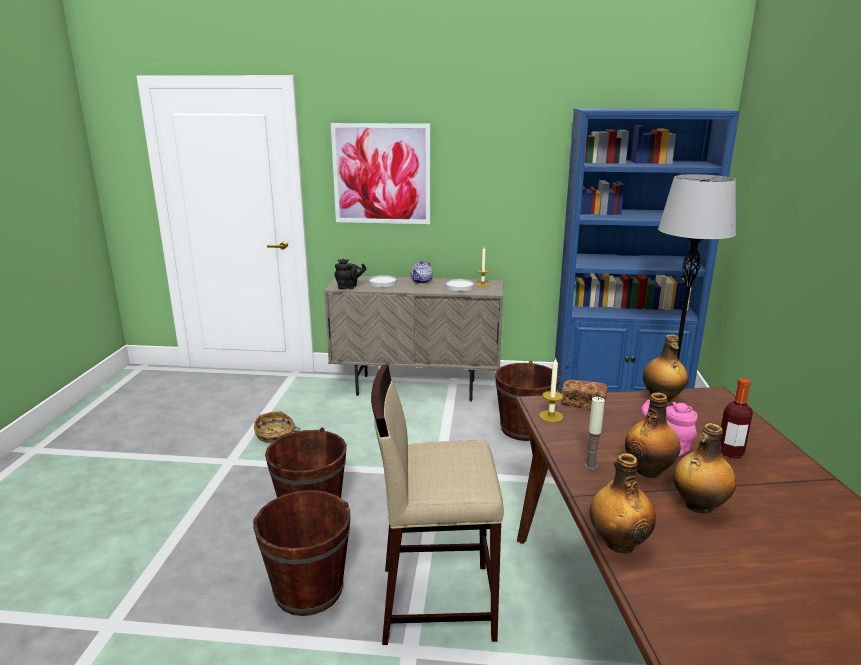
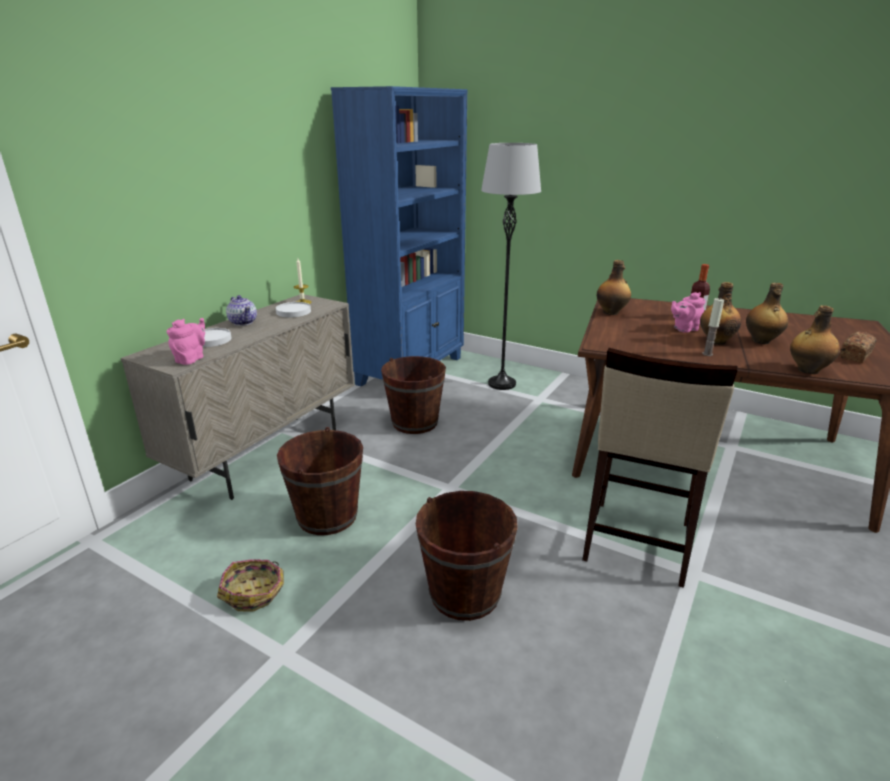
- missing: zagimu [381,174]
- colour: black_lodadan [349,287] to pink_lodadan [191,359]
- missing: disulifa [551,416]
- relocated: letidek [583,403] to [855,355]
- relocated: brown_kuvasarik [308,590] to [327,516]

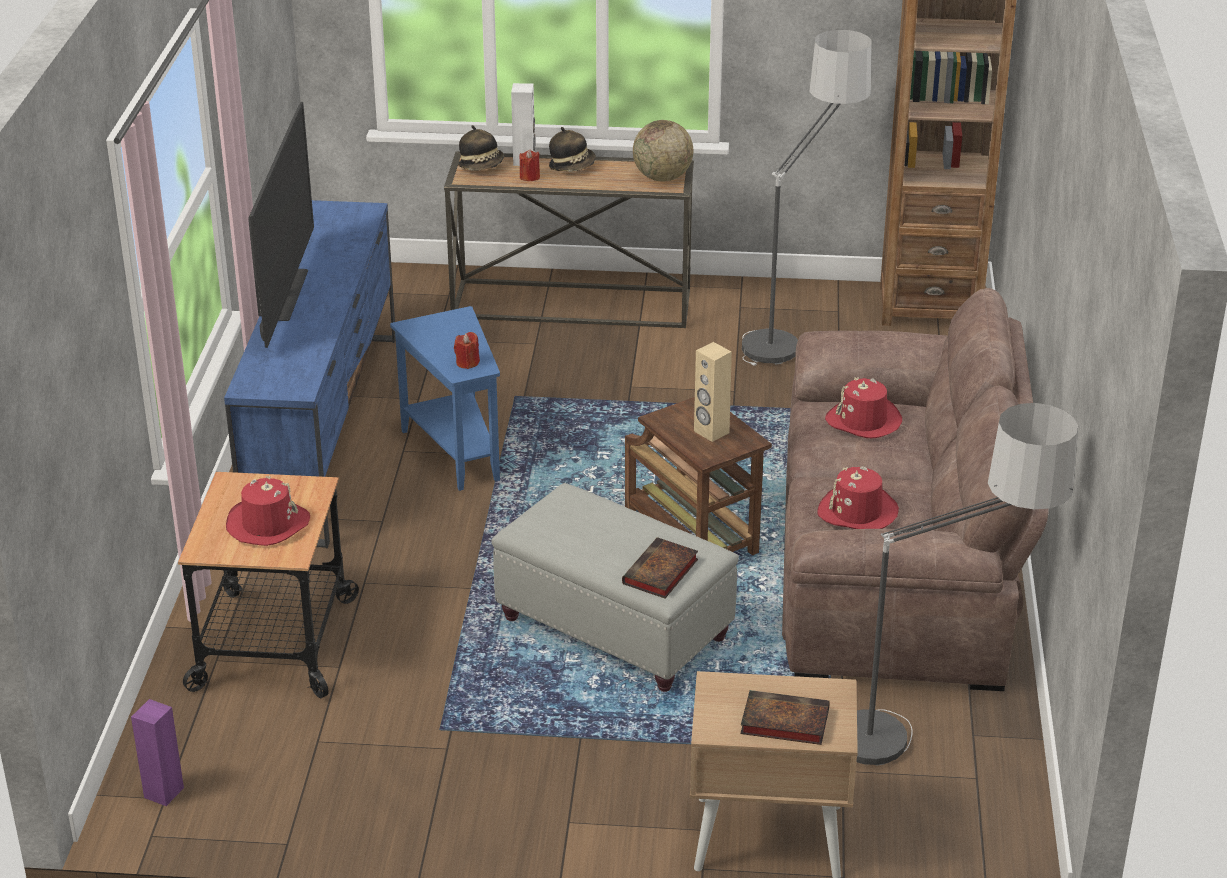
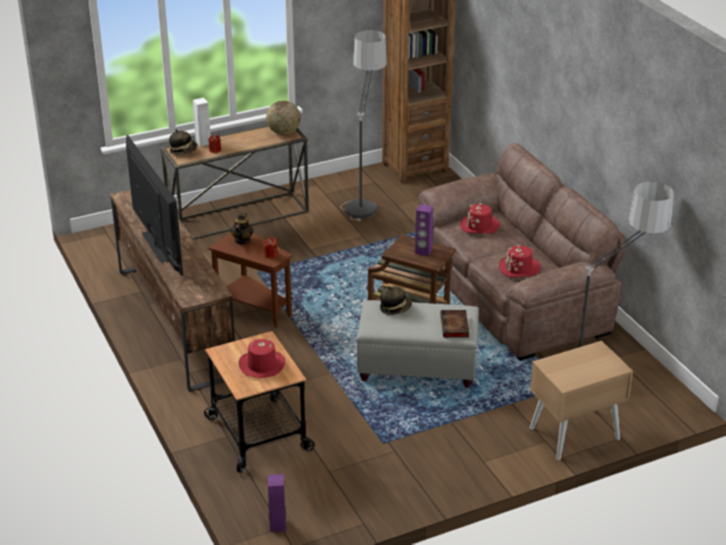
- relocated: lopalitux [572,166] to [395,308]
- colour: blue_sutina [325,432] to brown_sutina [175,321]
- colour: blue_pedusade [455,450] to brown_pedusade [253,308]
- colour: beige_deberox [711,432] to purple_deberox [423,252]
- missing: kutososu [782,722]
- appeared: lodadan [242,240]

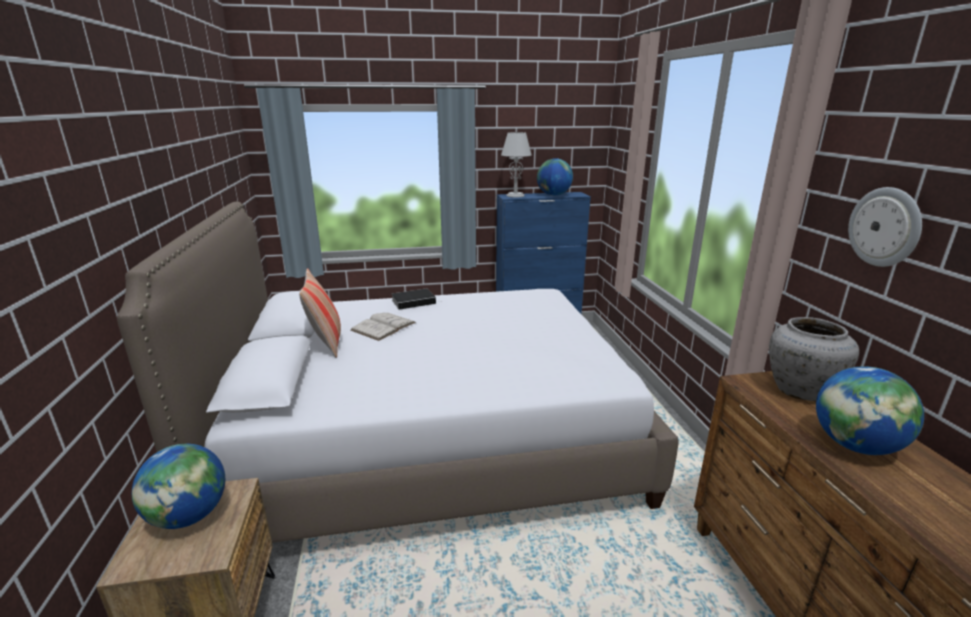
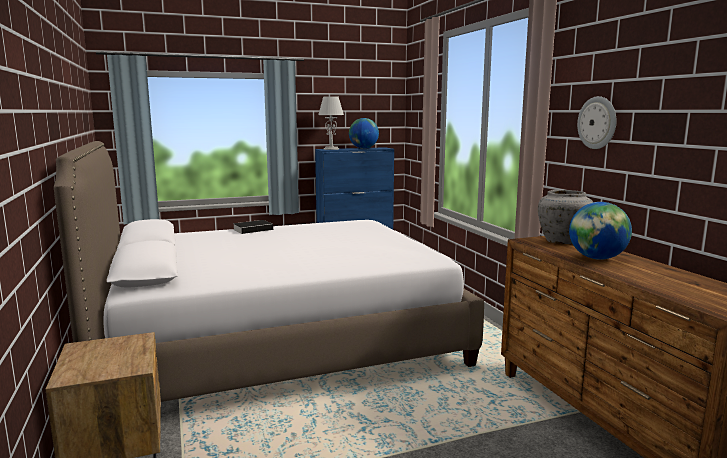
- missing: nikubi [326,342]
- missing: white_kutososu [383,326]
- missing: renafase [189,516]

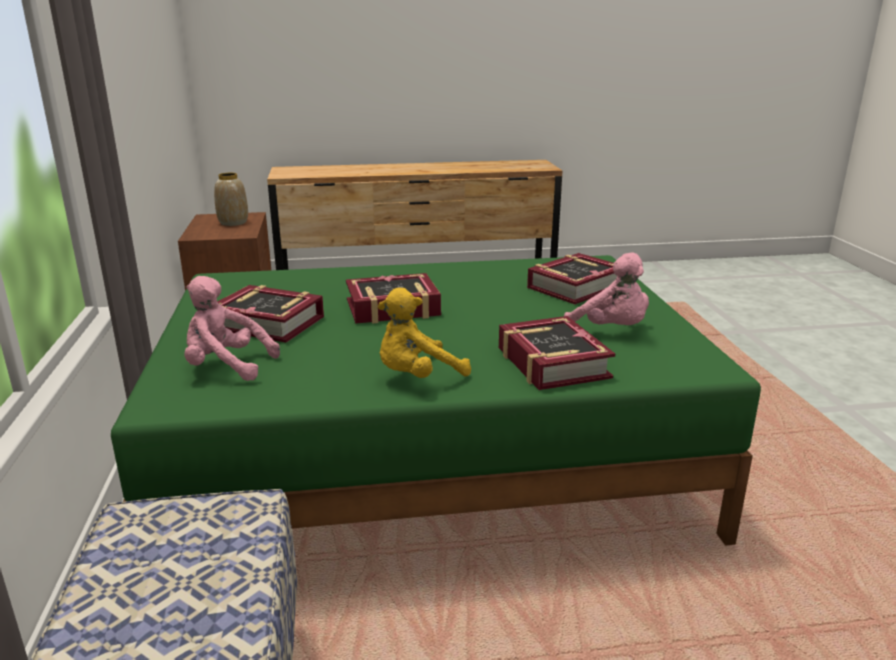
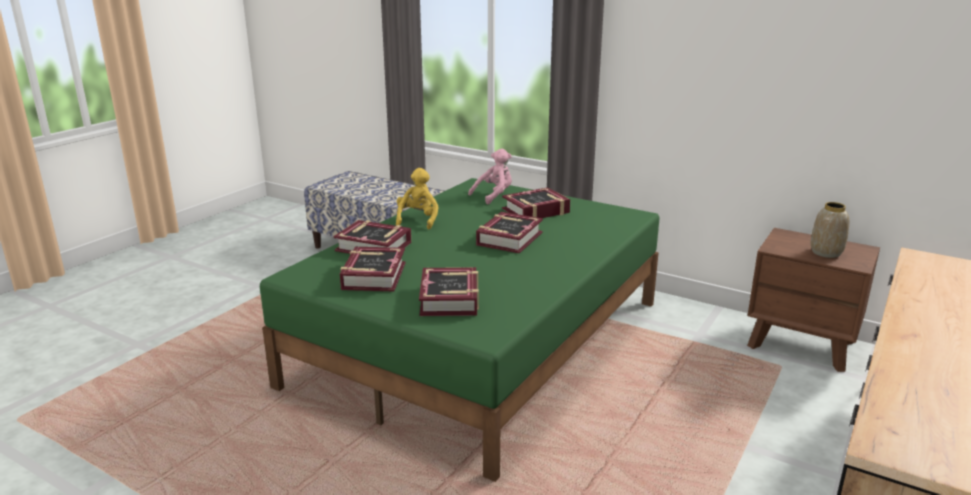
- exchanged: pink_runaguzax [611,330] to kutososu [373,276]

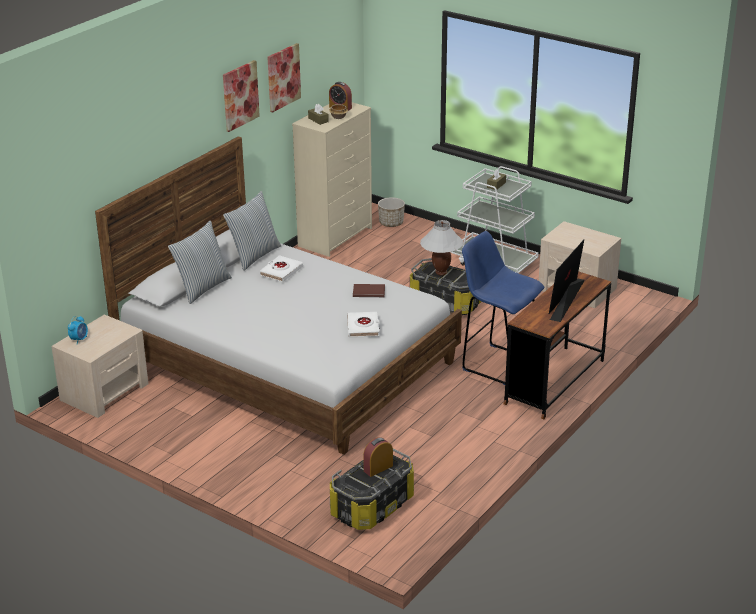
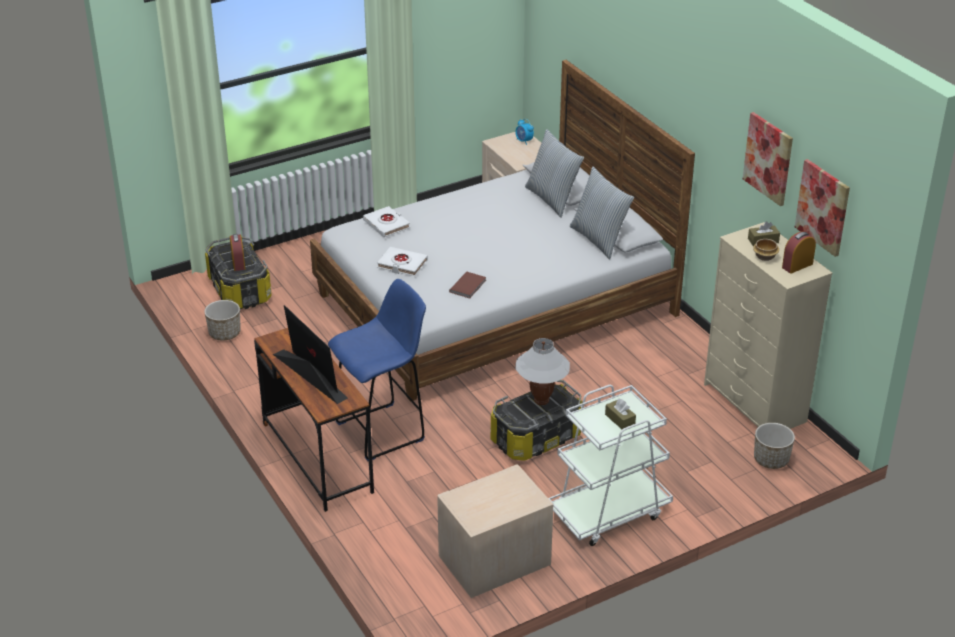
- relocated: zagimu [240,95] to [823,207]
- relocated: white_kutososu [281,271] to [386,224]
- appeared: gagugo [224,333]

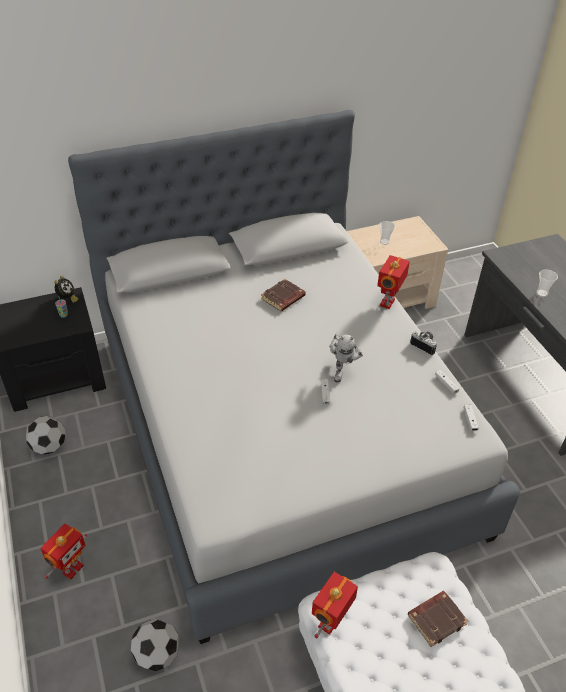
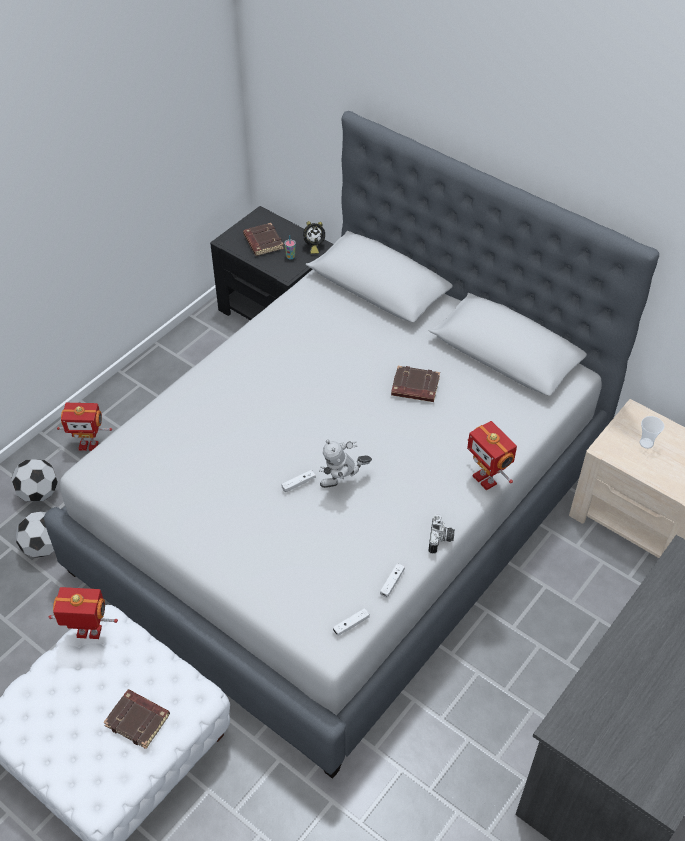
- spun: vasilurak [388,303] = [486,479] 120 degrees counterclockwise
- missing: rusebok [542,293]
- relocated: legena [49,447] to [39,493]
- appeared: brown_kutososu [262,242]

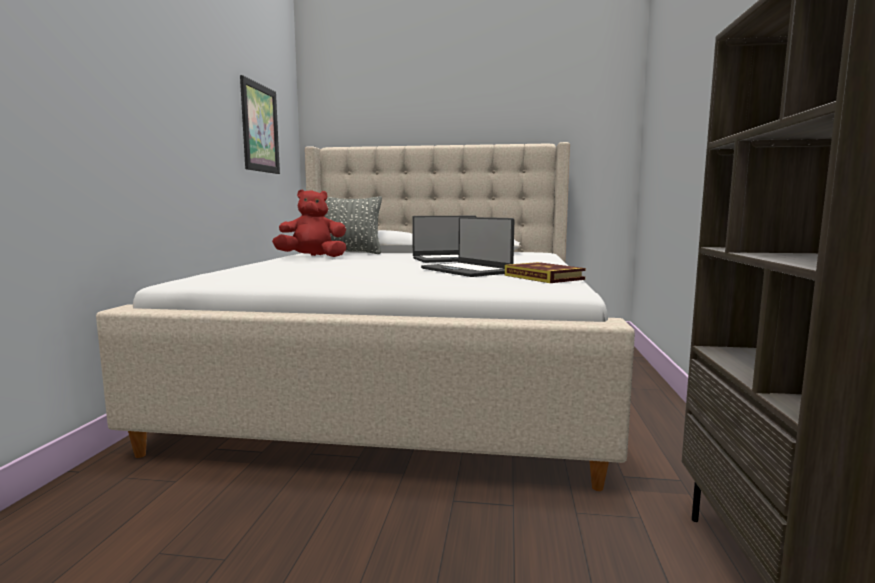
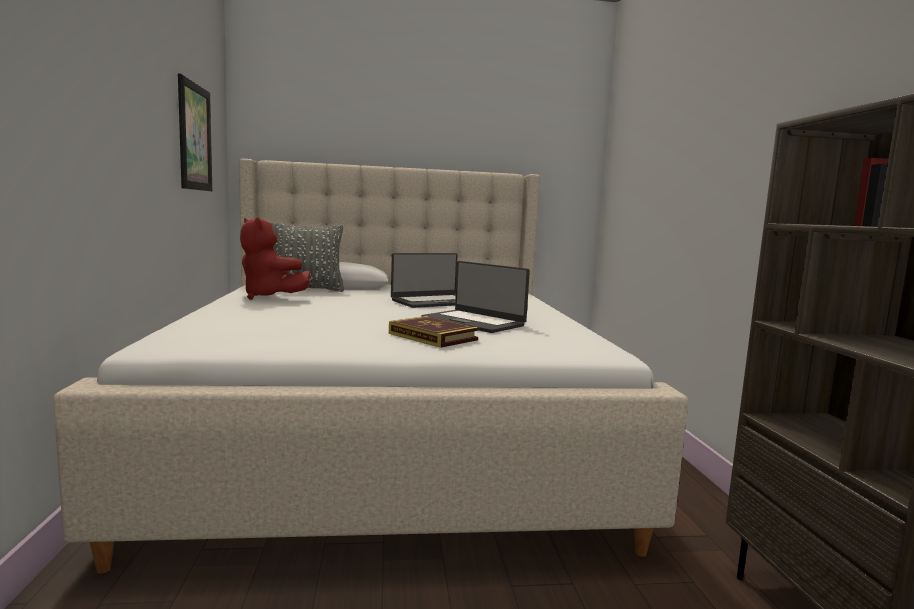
- spun: red_runaguzax [312,257] = [269,297] 120 degrees counterclockwise
- relocated: kutososu [543,277] to [432,336]

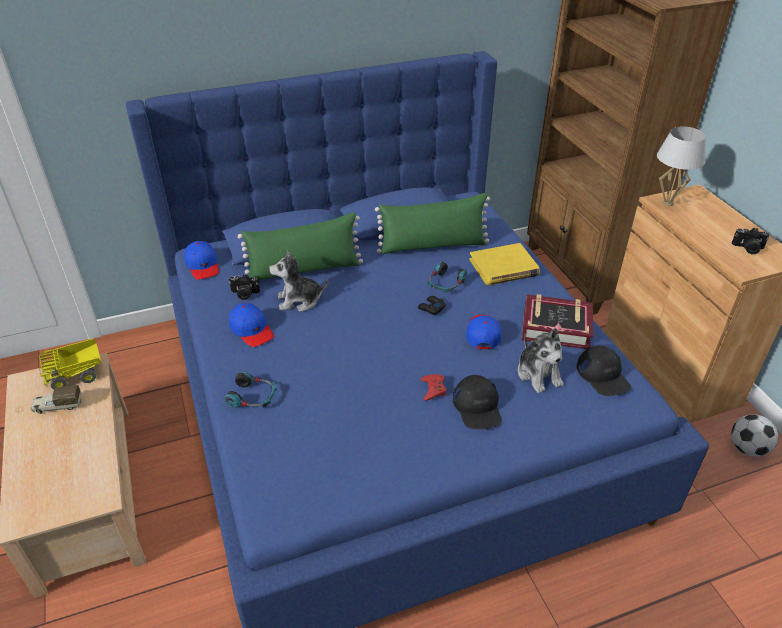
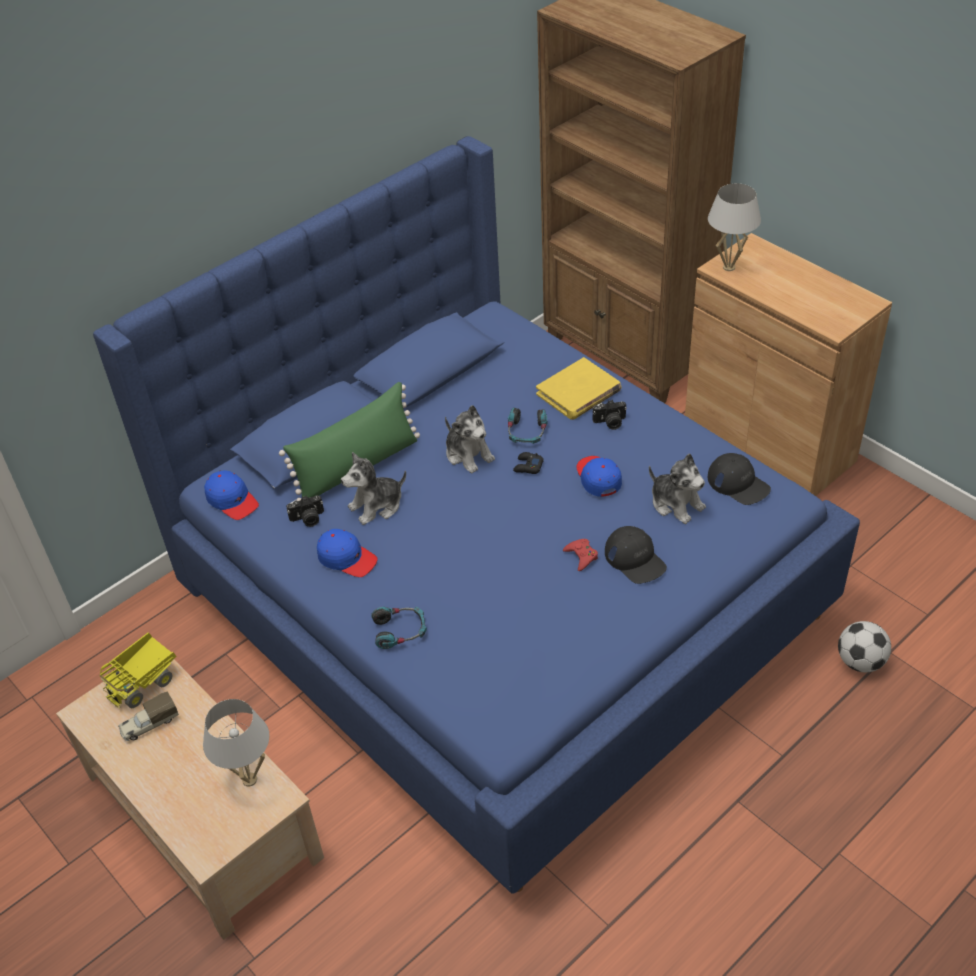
- missing: green_nikubi [433,245]
- relocated: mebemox [748,248] to [610,423]
- missing: kutososu [556,327]
- relocated: legena [748,448] to [860,662]
- appeared: runaguzax [468,454]
- appeared: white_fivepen [250,779]

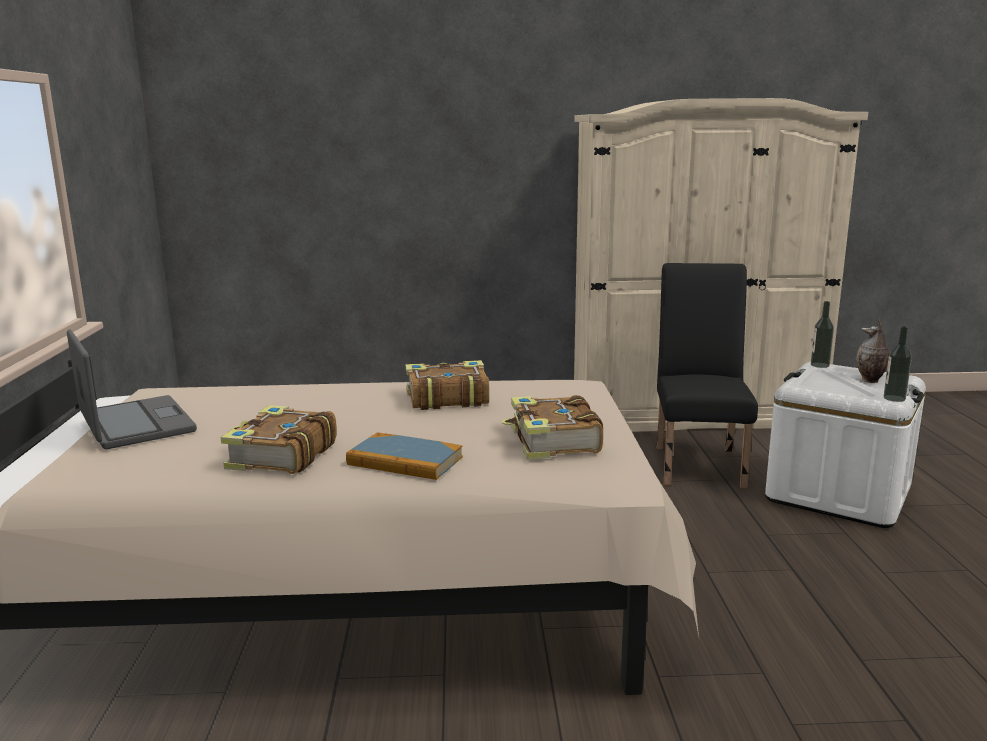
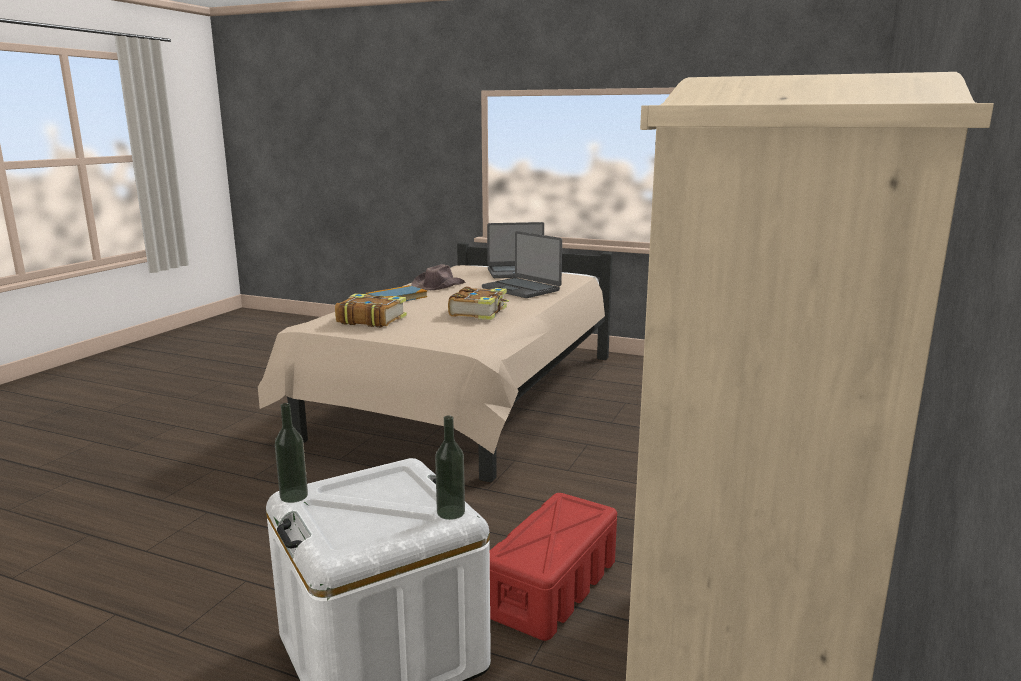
- exchanged: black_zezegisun [699,462] to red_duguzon [551,588]
- missing: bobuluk [870,380]
- exchanged: kutososu [281,456] to brown_lopalitux [438,285]
- appeared: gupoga [521,289]

